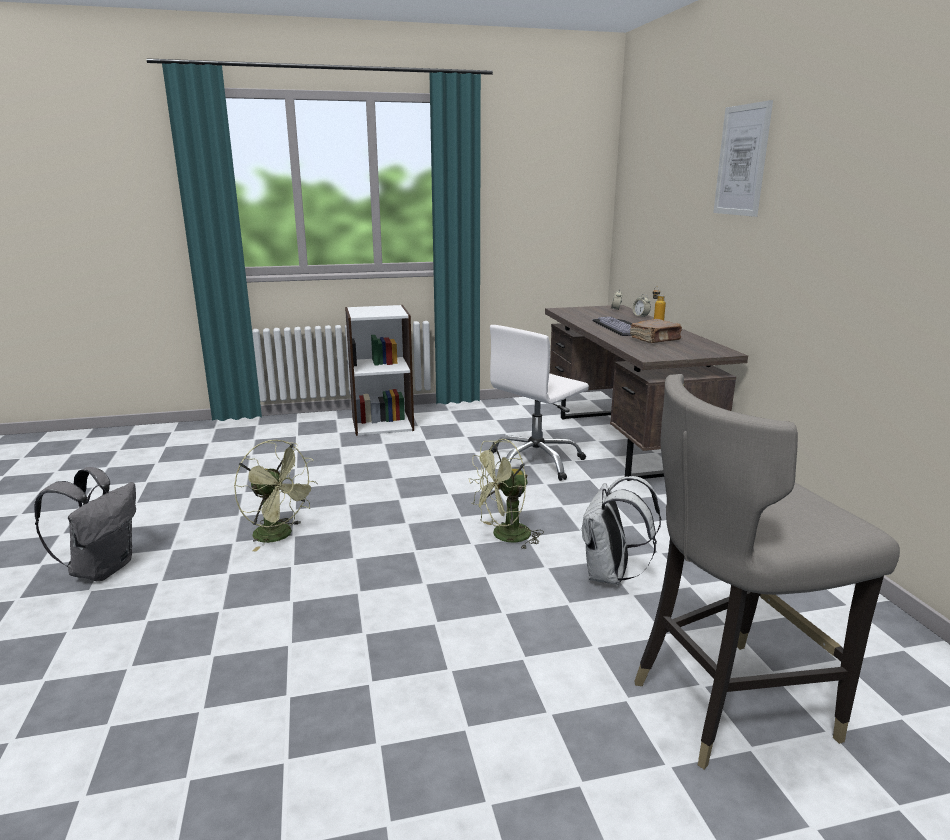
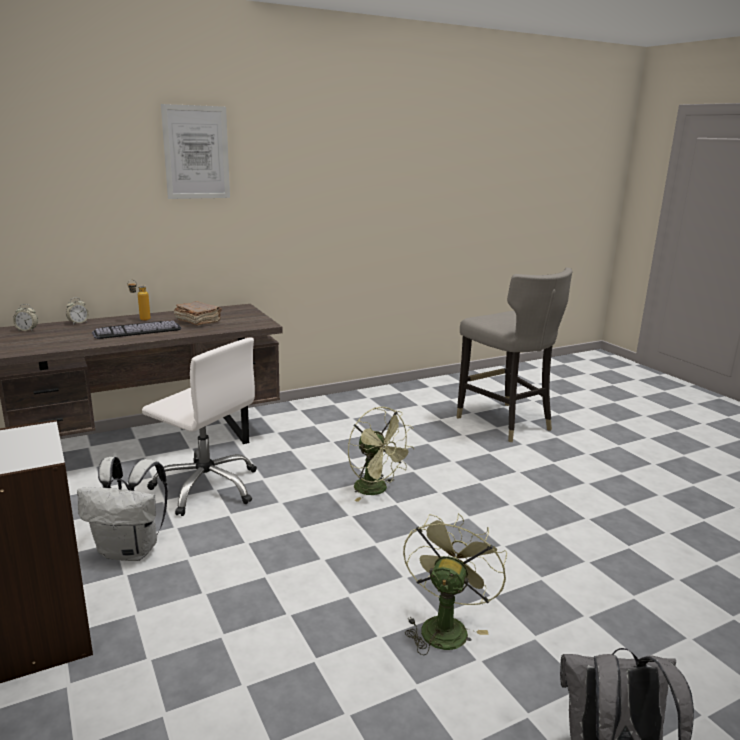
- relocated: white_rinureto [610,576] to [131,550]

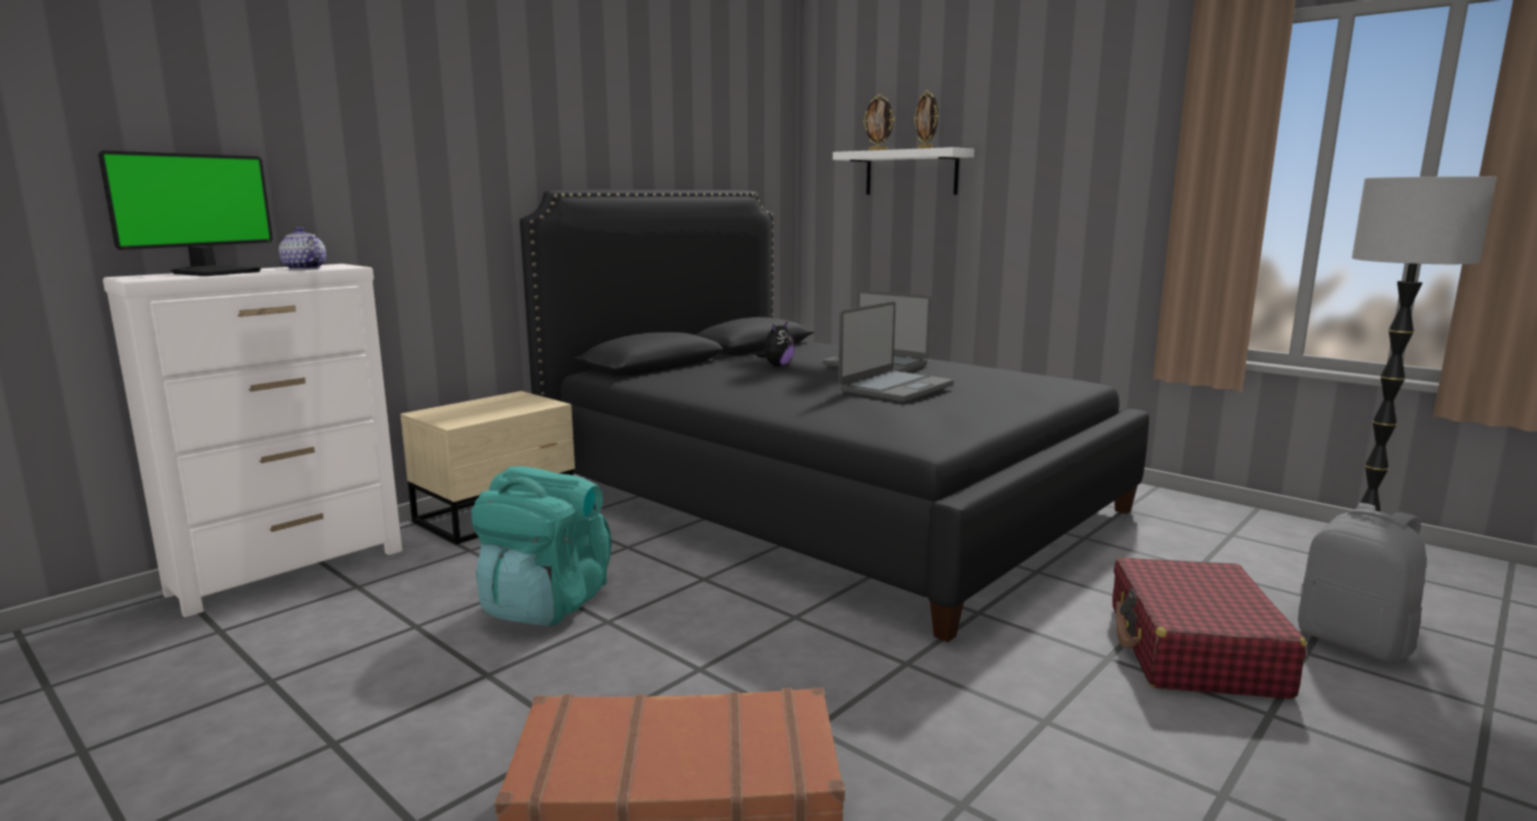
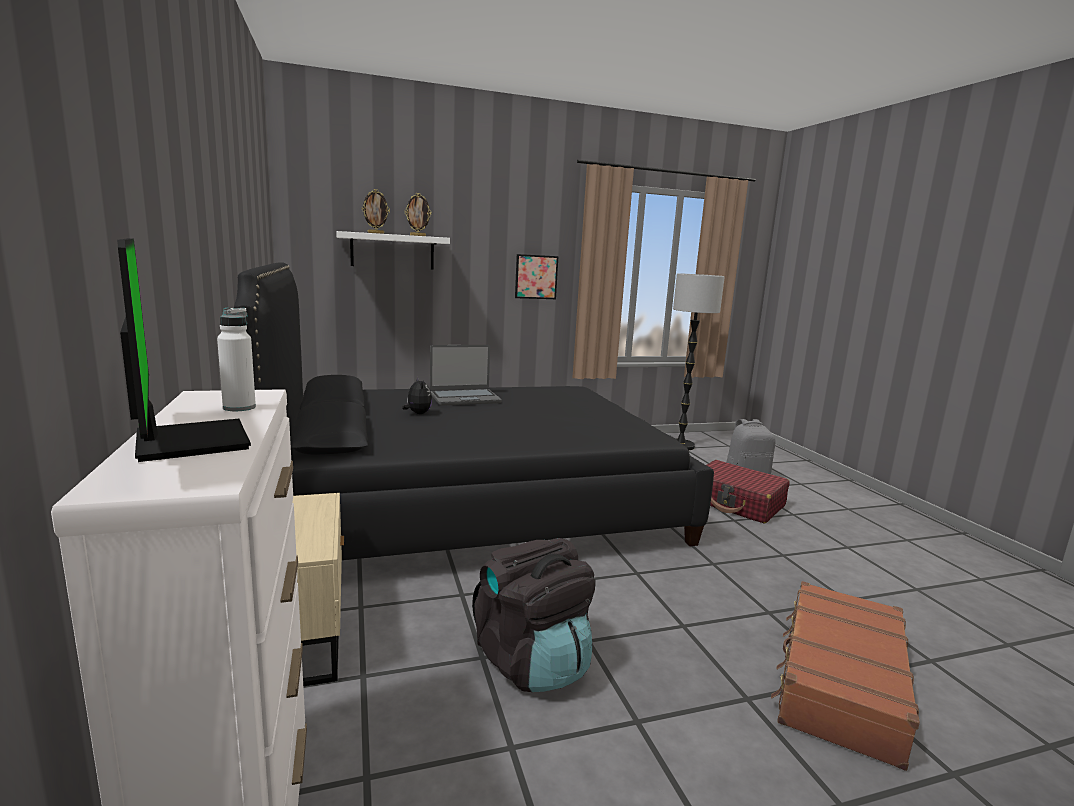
- exchanged: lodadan [303,268] to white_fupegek [239,407]
- missing: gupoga [895,388]
- colour: turquoise_rinureto [545,604] to black_rinureto [532,661]
- appeared: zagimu [536,277]

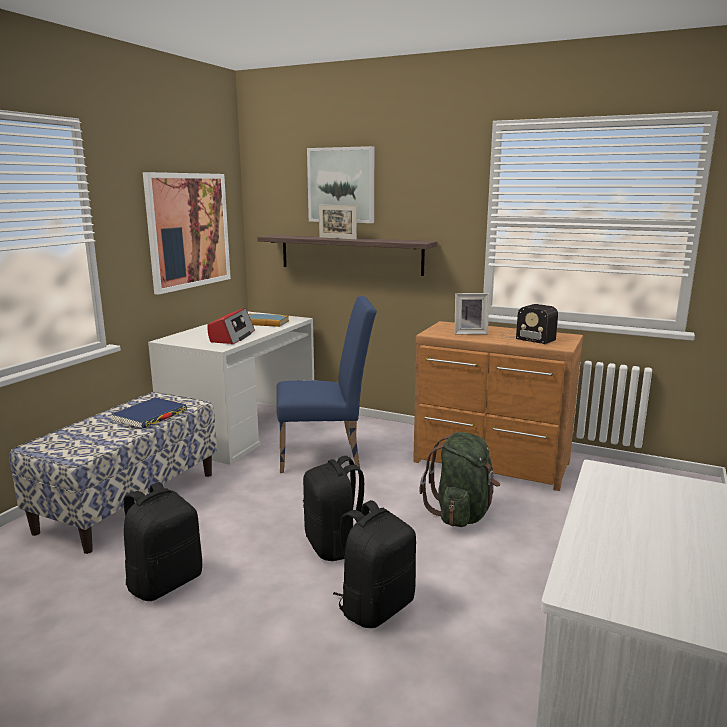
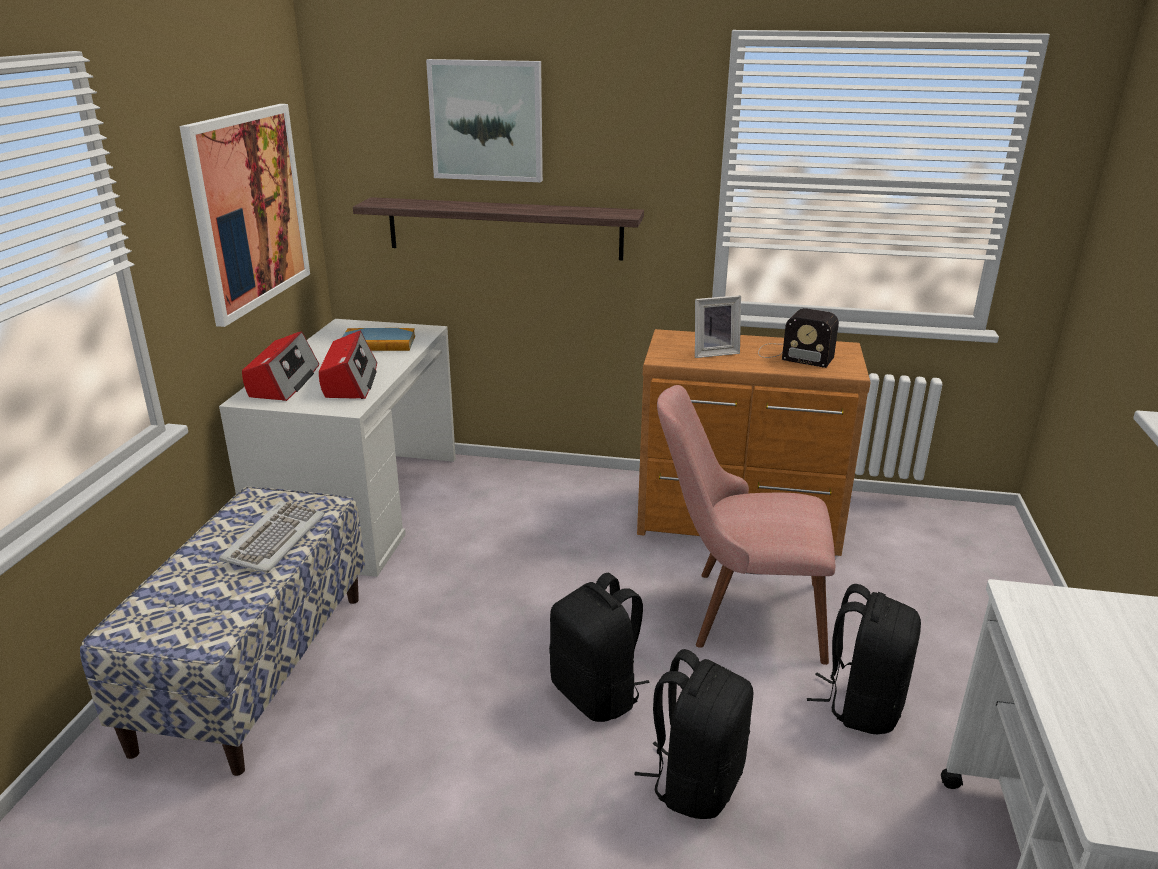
- missing: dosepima [337,238]
- missing: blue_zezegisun [326,457]
- exchanged: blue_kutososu [150,416] to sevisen [274,539]
- exchanged: green_rinureto [461,514] to pink_zezegisun [738,612]
- relocated: black_rinureto [165,582] to [862,704]
- appeared: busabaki [283,382]

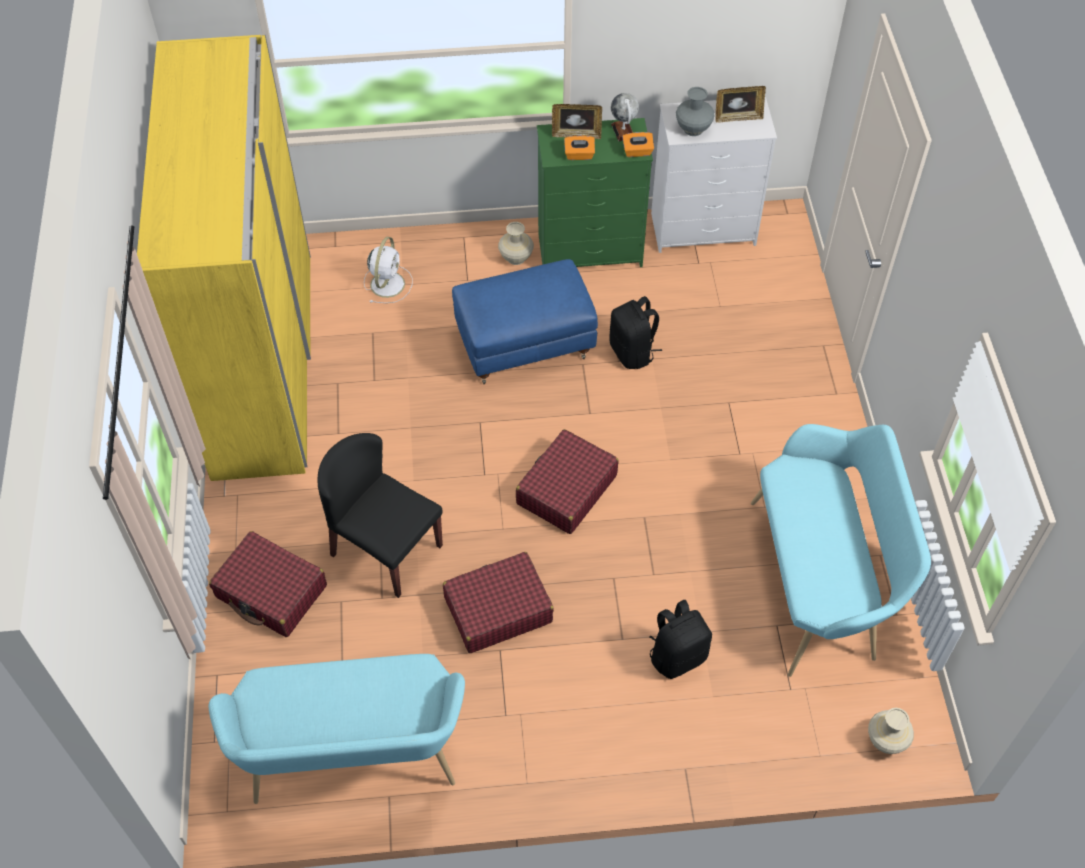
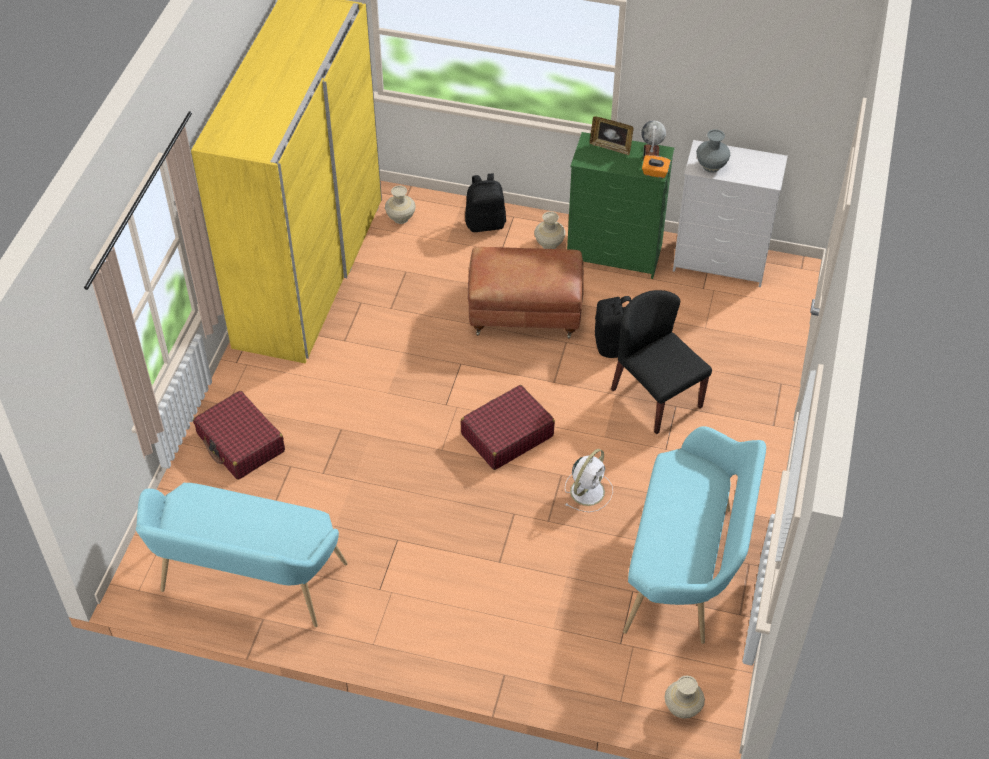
- missing: dosepima [738,117]
- missing: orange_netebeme [579,155]
- relocated: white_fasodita [388,283] to [588,490]
- colour: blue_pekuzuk [525,344] to brown_pekuzuk [525,314]
- relocated: black_zezegisun [385,549] to [656,397]
- missing: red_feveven [497,610]
- relocated: black_rinureto [677,656] to [485,223]
- appeared: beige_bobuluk [400,218]

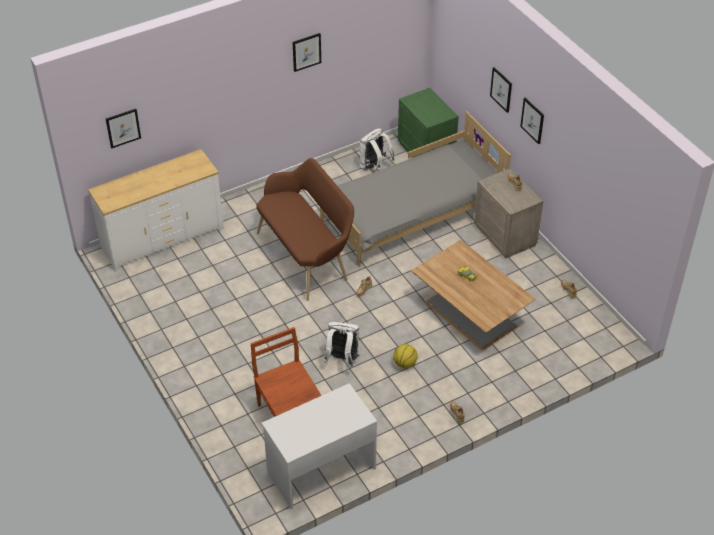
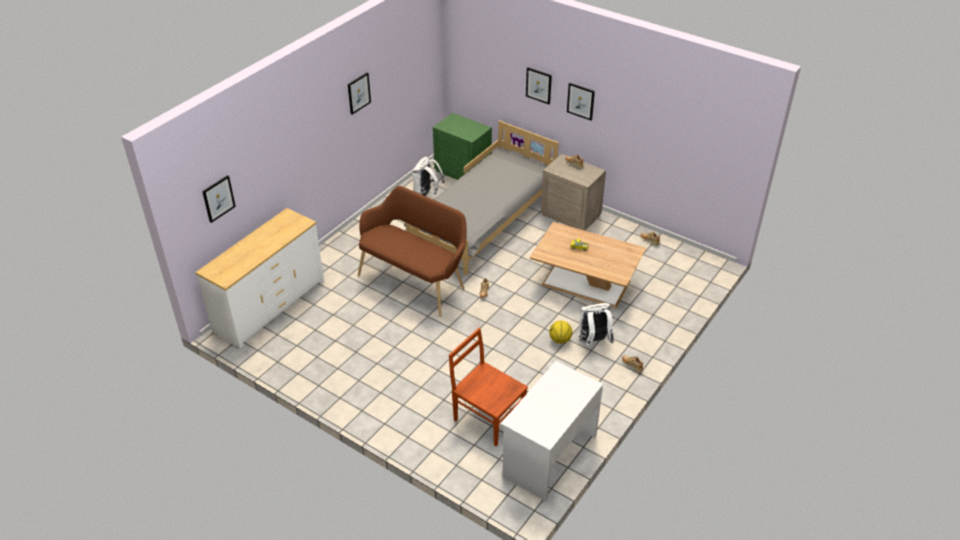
- relocated: white_rinureto [342,359] to [593,341]

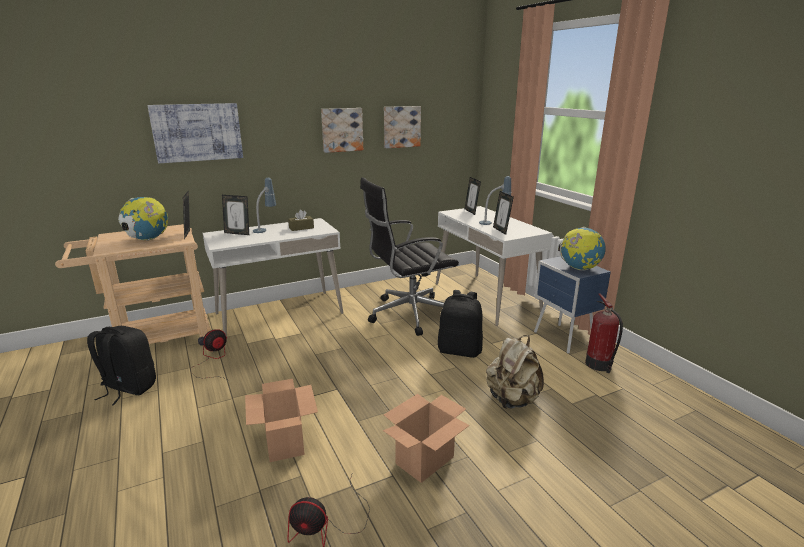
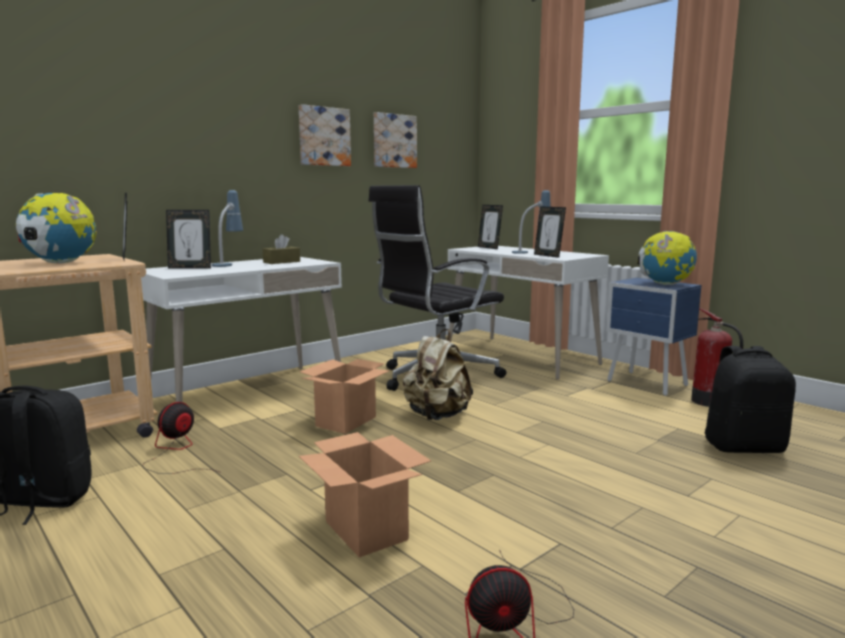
- missing: zagimu [197,132]
- relocated: black_rinureto [460,350] to [744,447]
- relocated: beige_rinureto [512,400] to [437,416]
- relocated: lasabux [425,460] to [346,421]

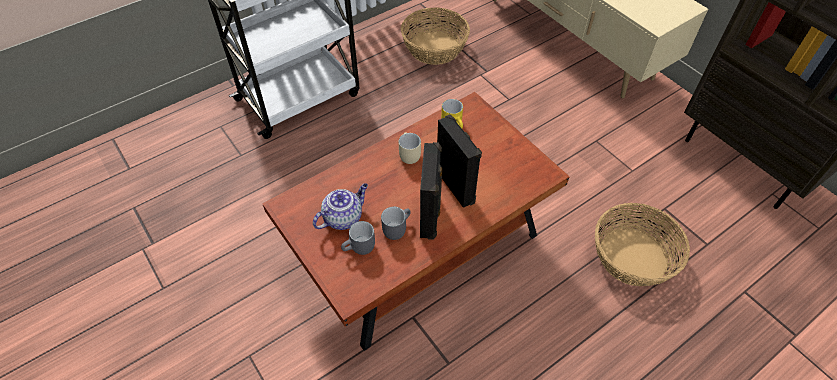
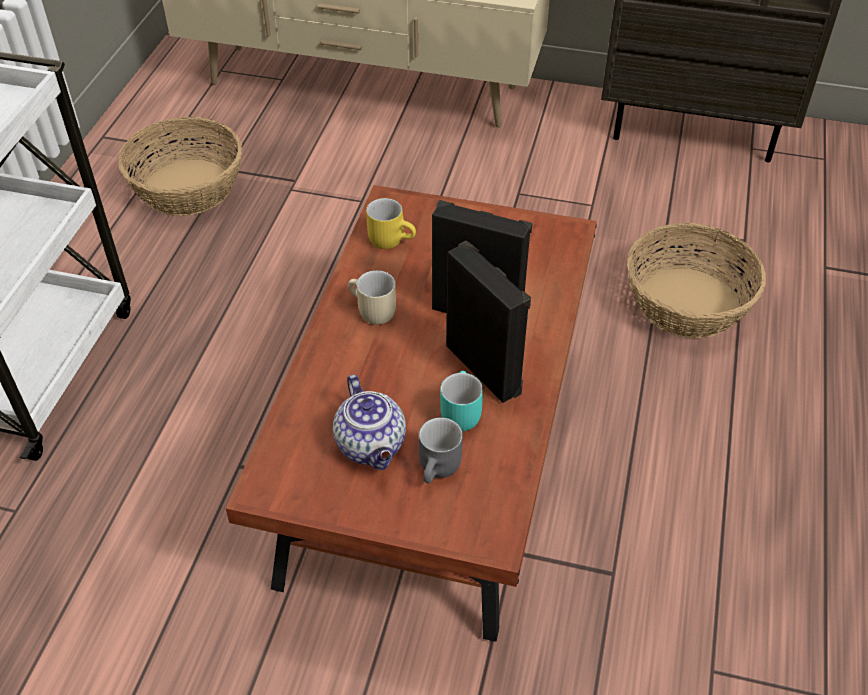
- spun: lodadan [343,217] = [372,446] 150 degrees clockwise
- colour: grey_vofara [396,228] to turquoise_vofara [458,412]

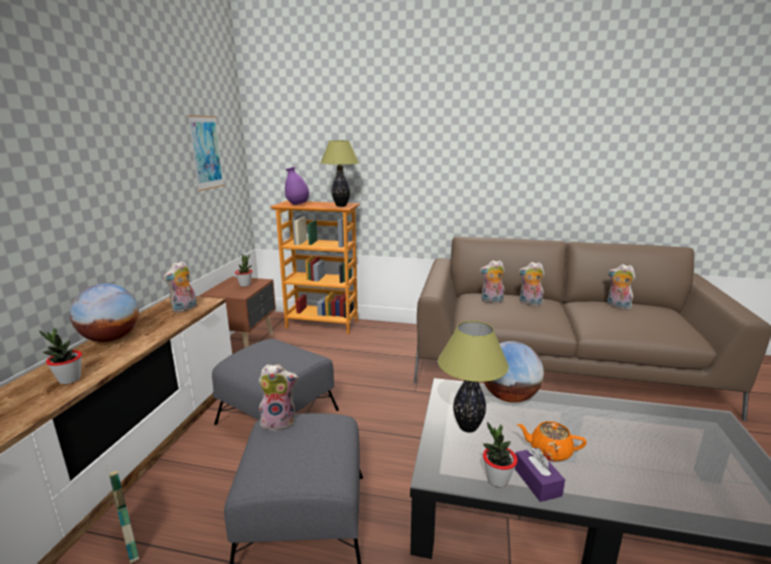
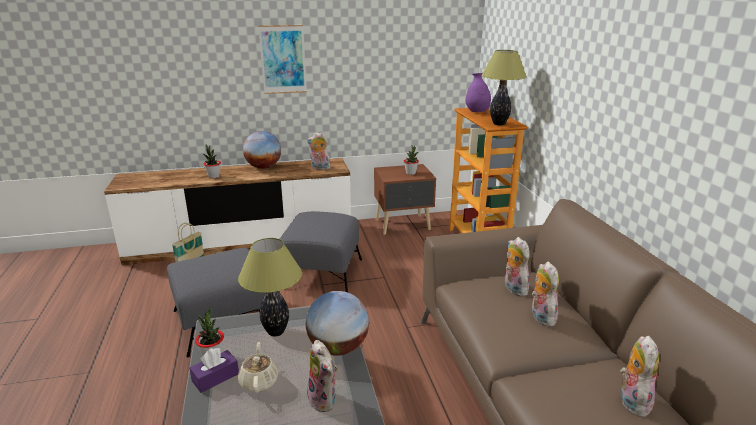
- relocated: zagimu [206,152] to [283,59]
- relocated: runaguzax [279,422] to [325,400]
- colour: orange_lodadan [549,451] to beige_lodadan [259,381]

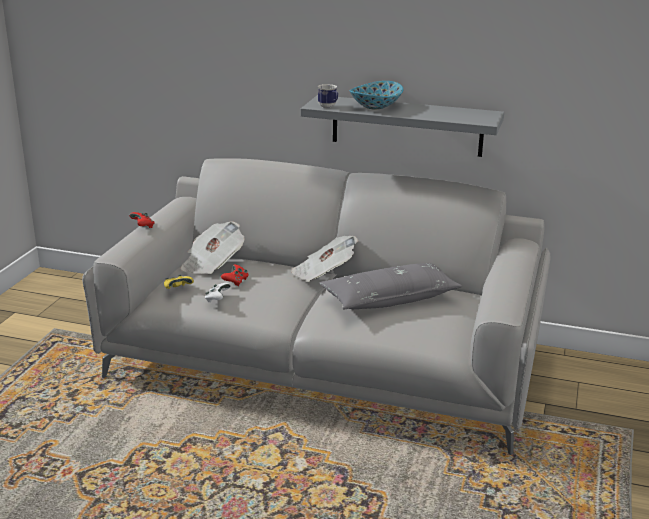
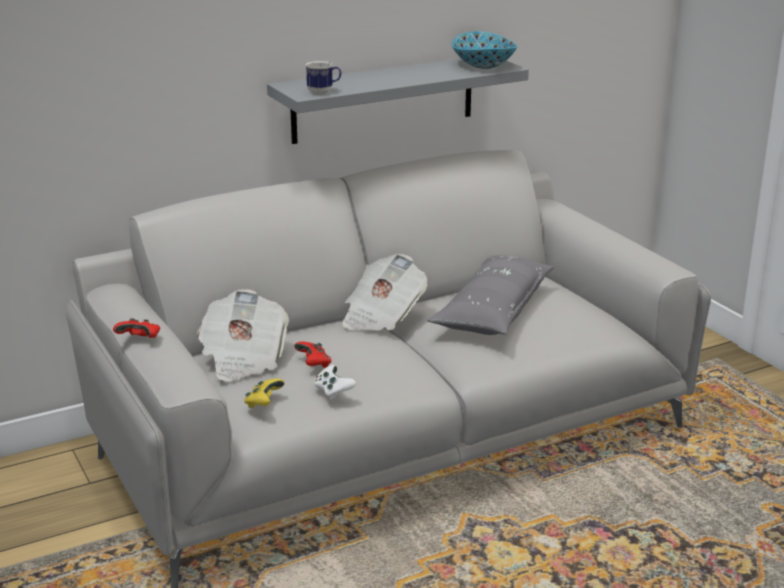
- relocated: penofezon [376,106] to [484,65]

